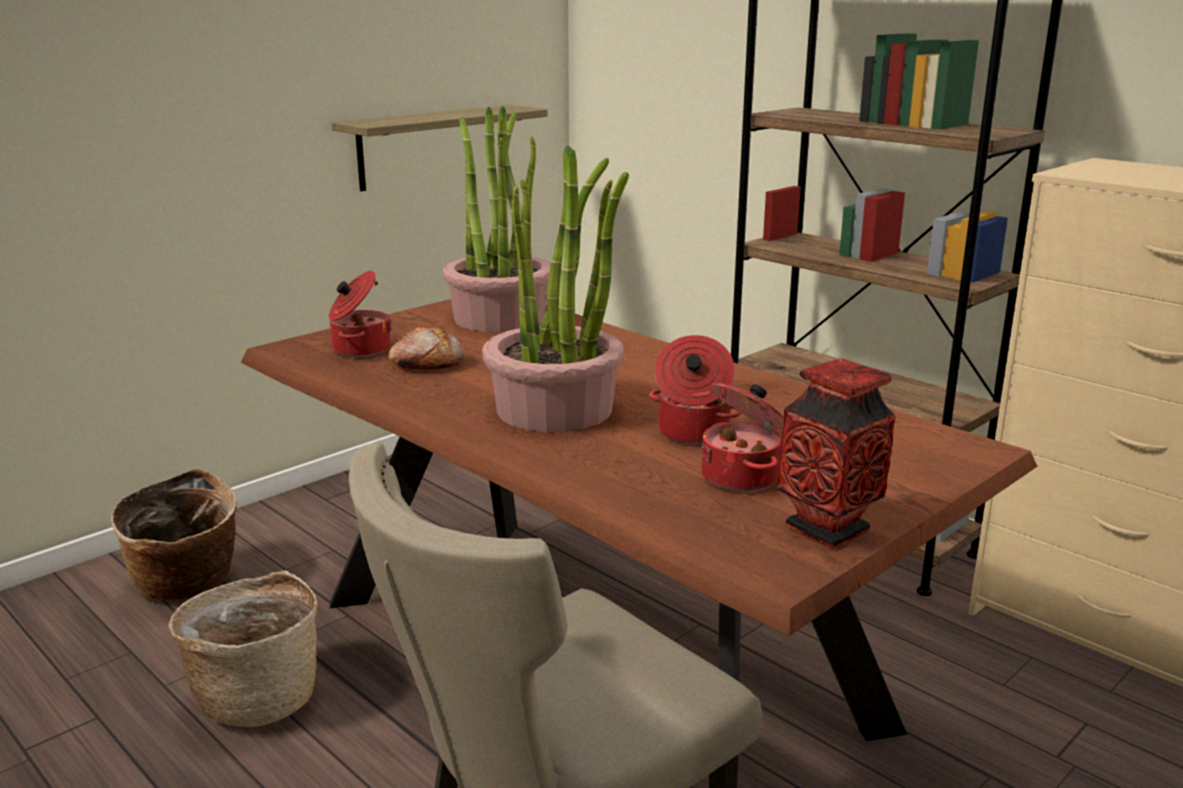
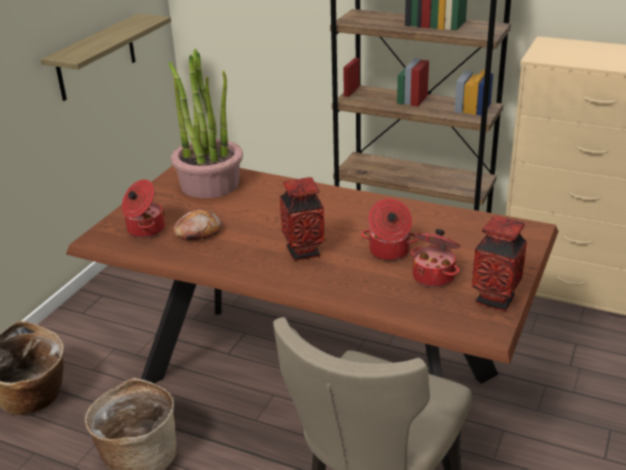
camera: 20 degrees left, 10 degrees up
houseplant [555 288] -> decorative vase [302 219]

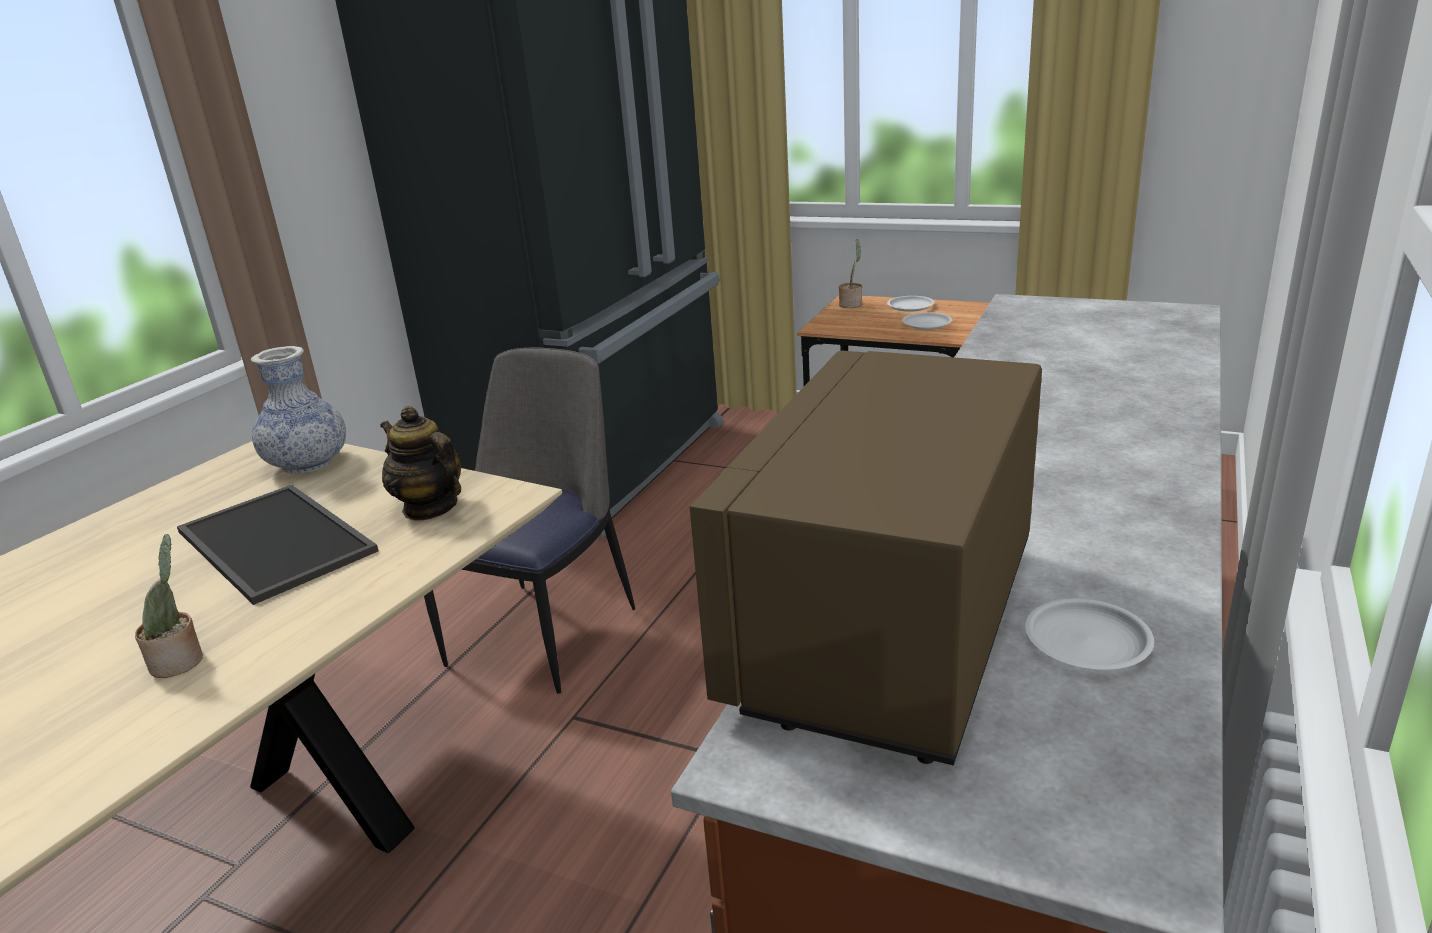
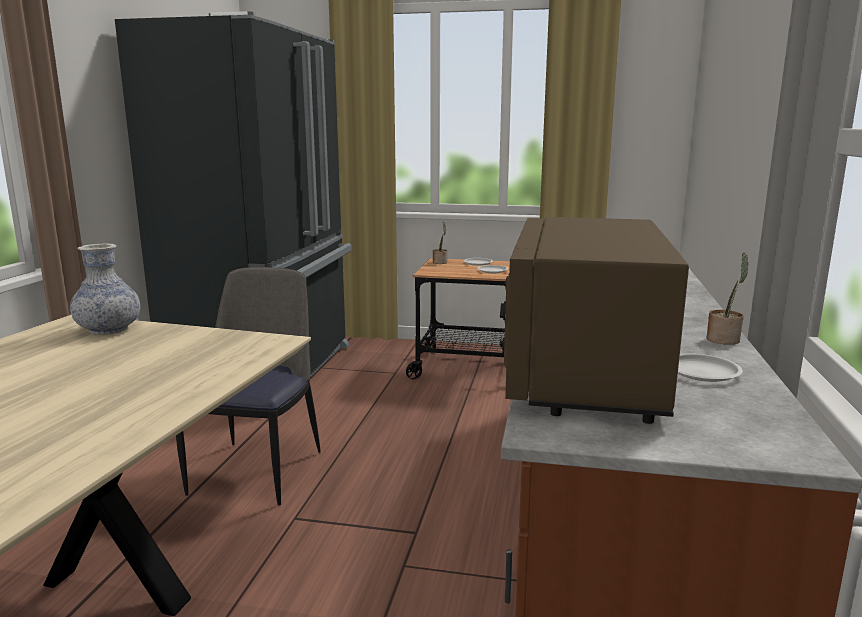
camera: 15 degrees left, 10 degrees down
tea pot [420 463] -> none
tray [278 545] -> none
houseplant [169 606] -> houseplant [727 298], shifted

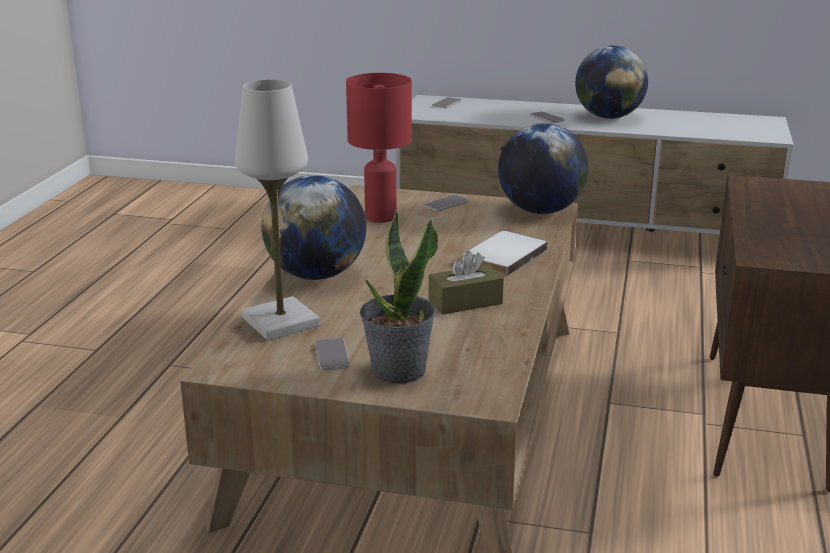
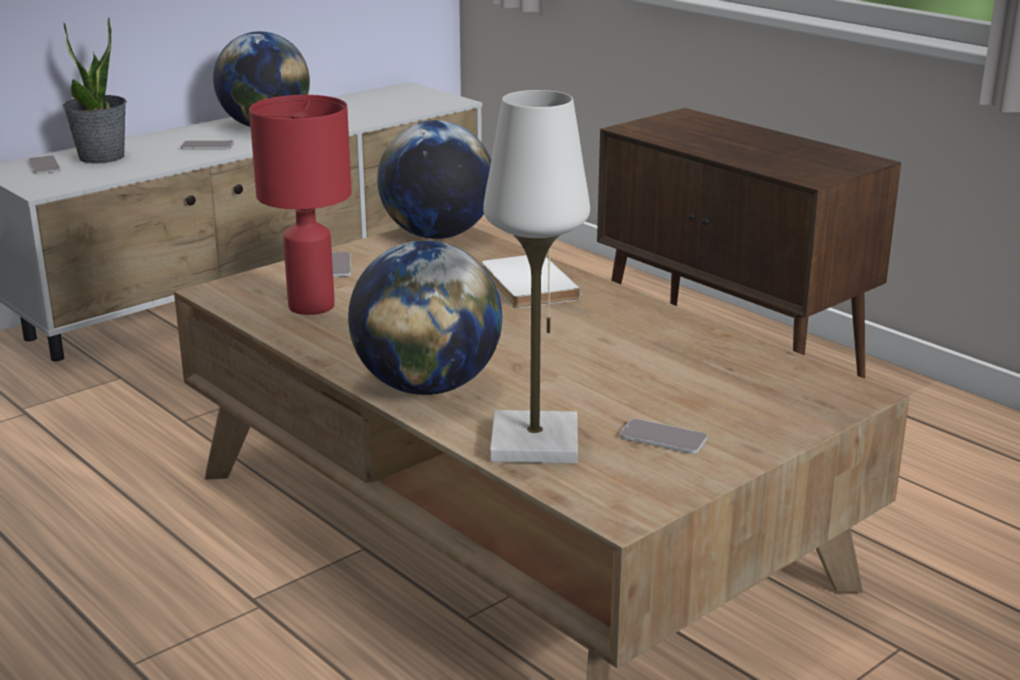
camera: 55 degrees left, 0 degrees up
houseplant [399 296] -> houseplant [95 90], shifted
brown-coloured tissue box [466 283] -> none

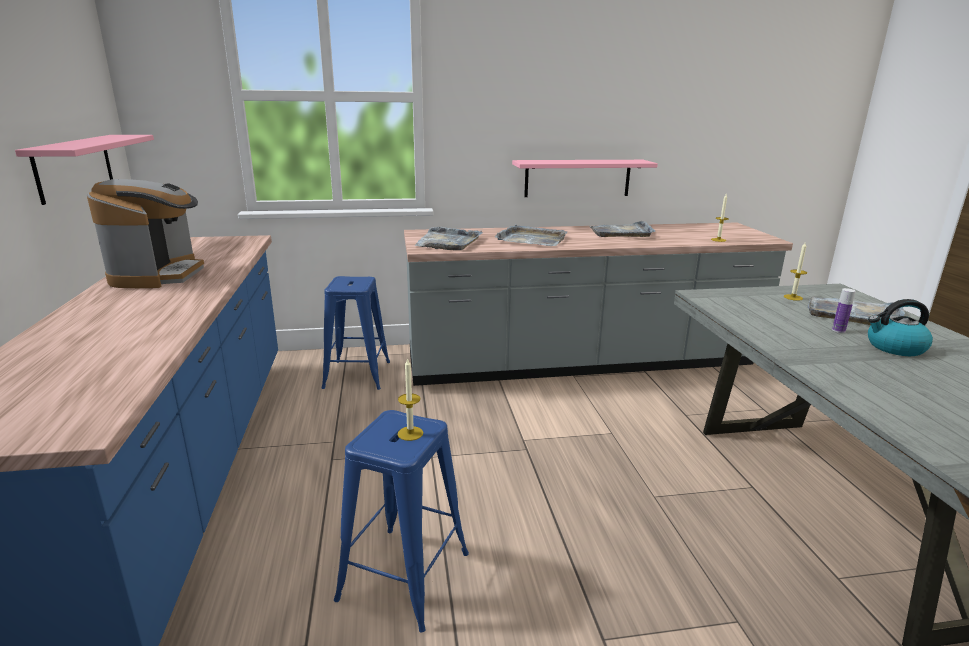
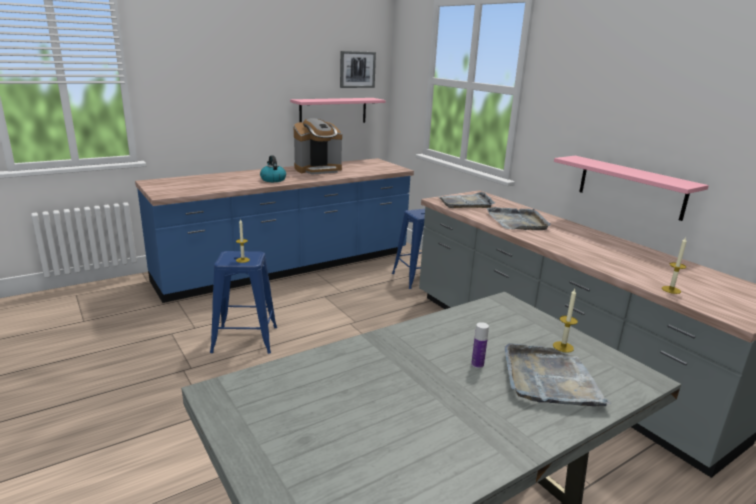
camera: 65 degrees right, 0 degrees up
gray tray [622 229] -> none
kettle [900 327] -> kettle [273 168], shifted
none -> picture [358 69]

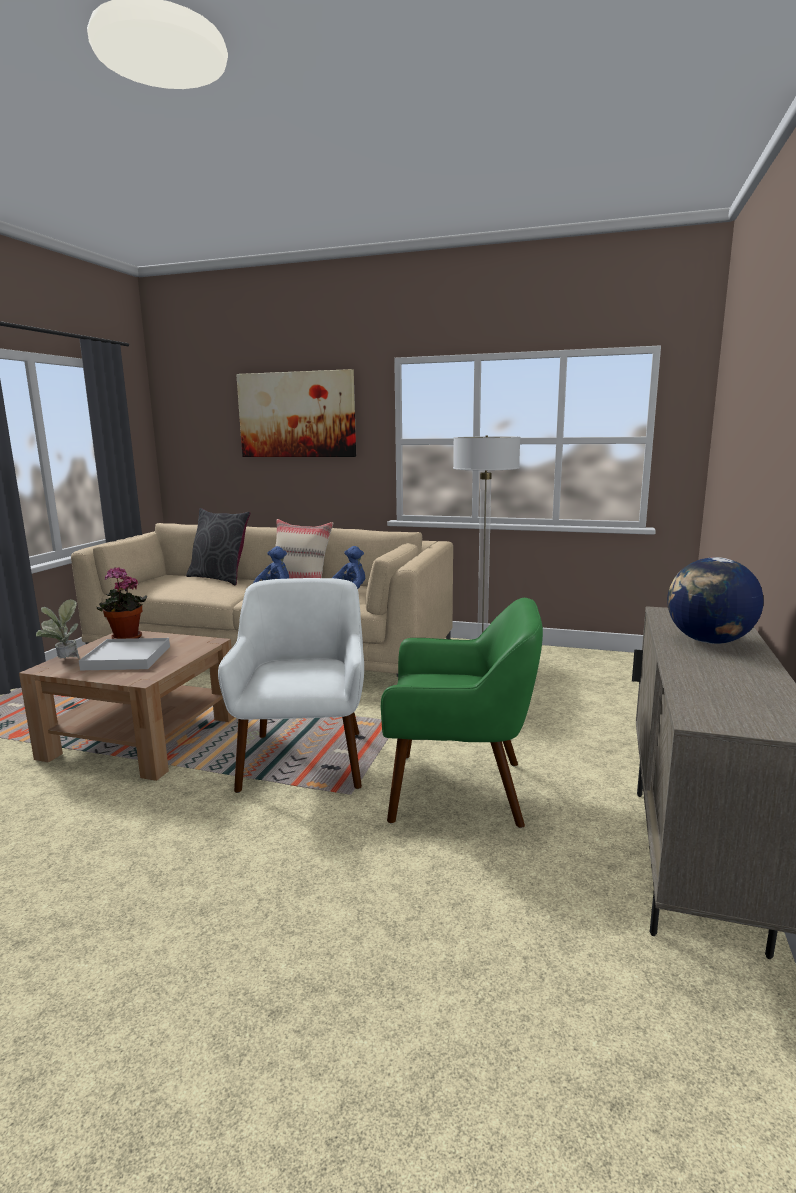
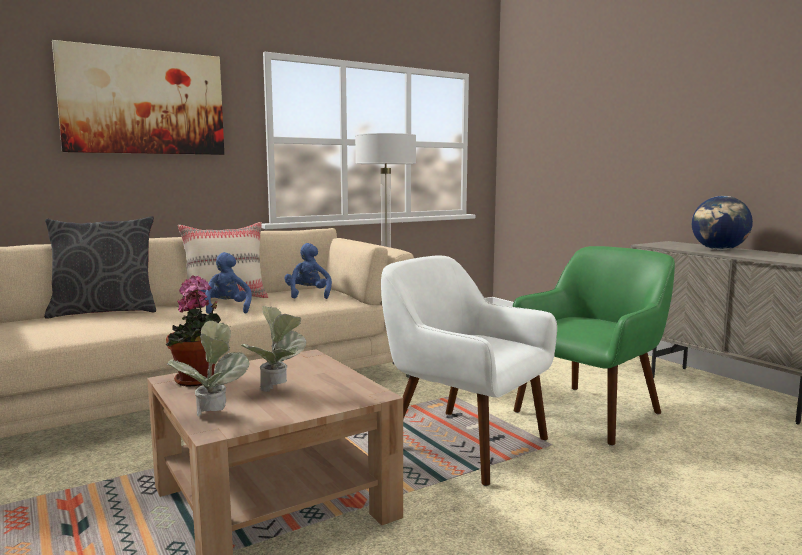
camera: 50 degrees left, 5 degrees down
white-coloured tray [124 654] -> houseplant [274 349]

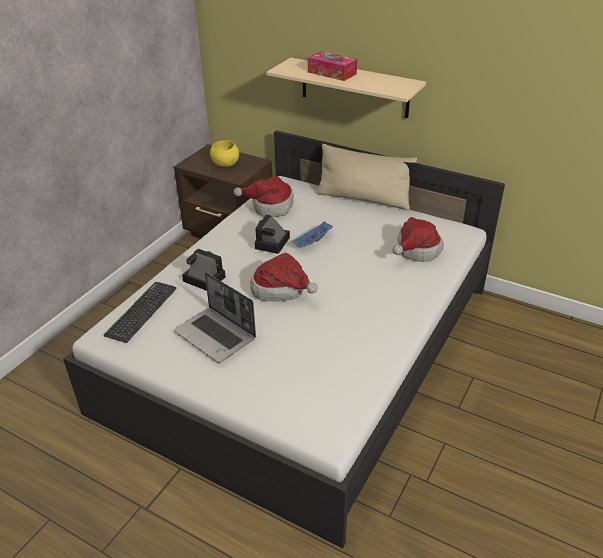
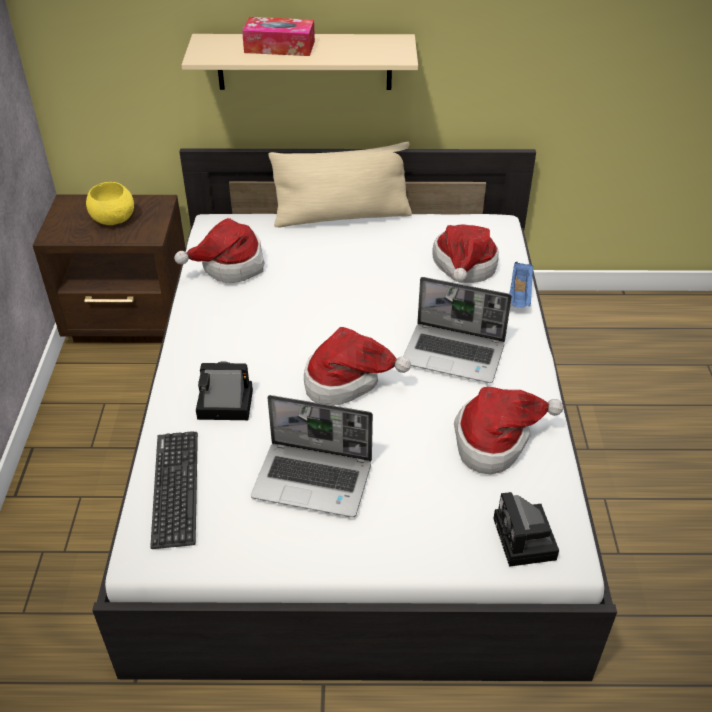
camera: 30 degrees left, 5 degrees up
photo camera [272 234] -> photo camera [526 529], shifted
bluish tray [312 234] -> bluish tray [521 284], shifted
none -> laptop [457 330]
none -> hat [508 430]

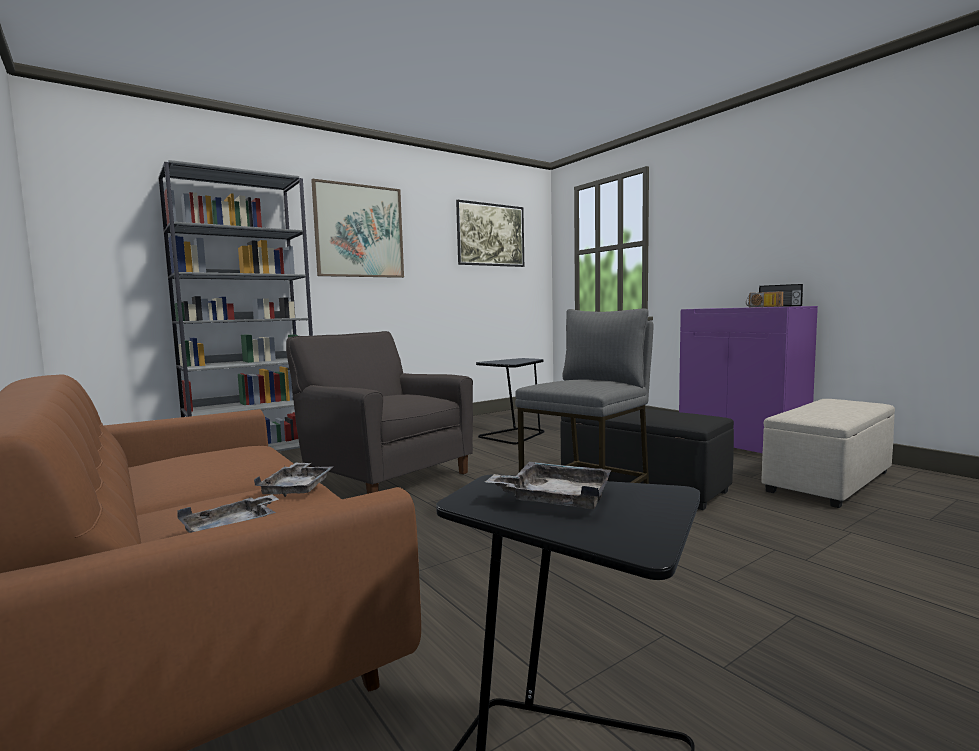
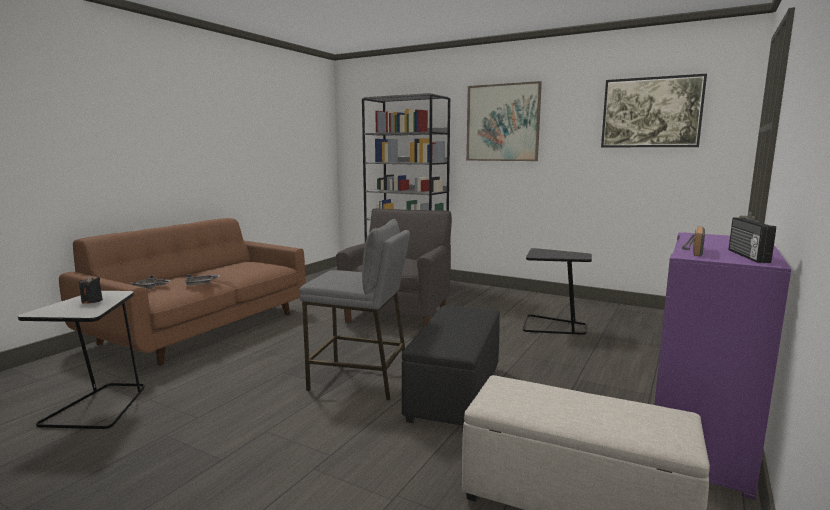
camera: 65 degrees right, 5 degrees up
gray tray [548 485] -> blackish wax candle [91 289]

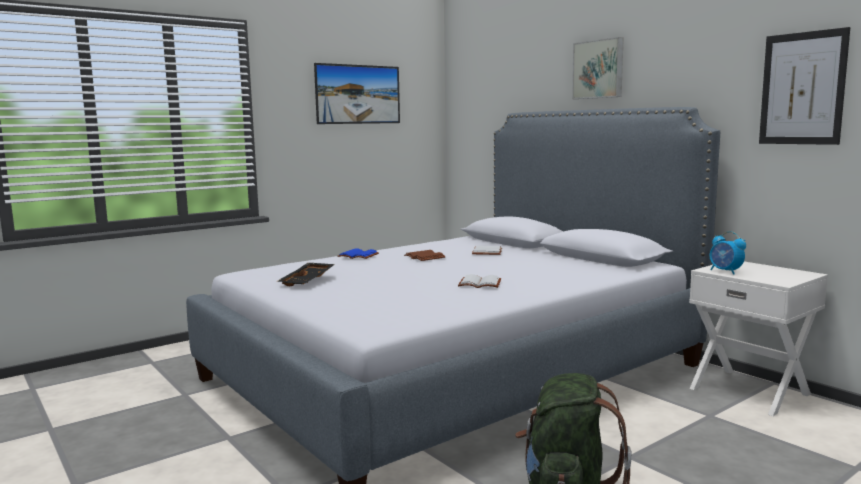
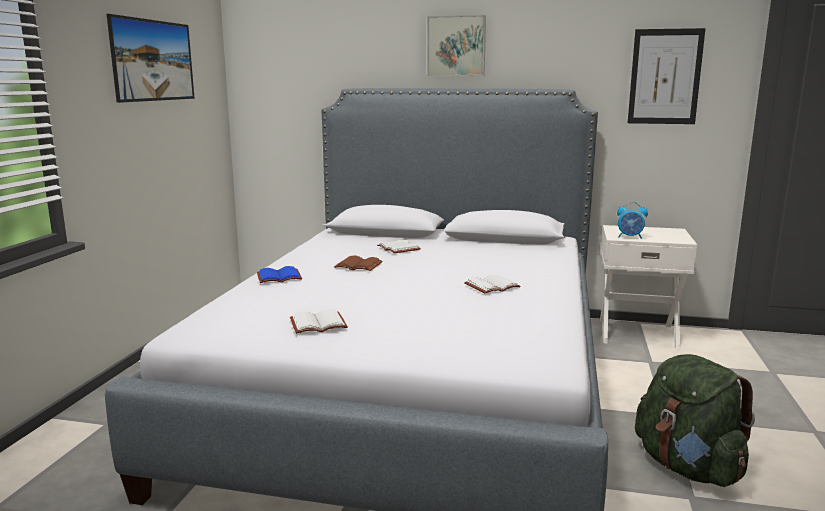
camera: 40 degrees left, 5 degrees up
blackish tray [306 274] -> white-coloured book [319 321]

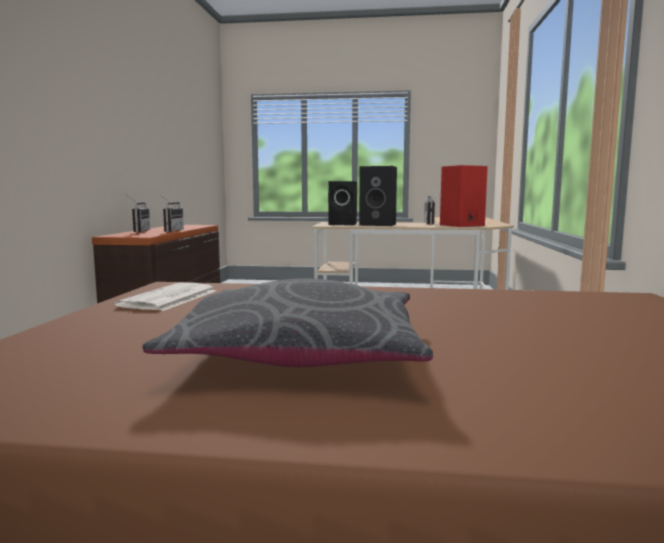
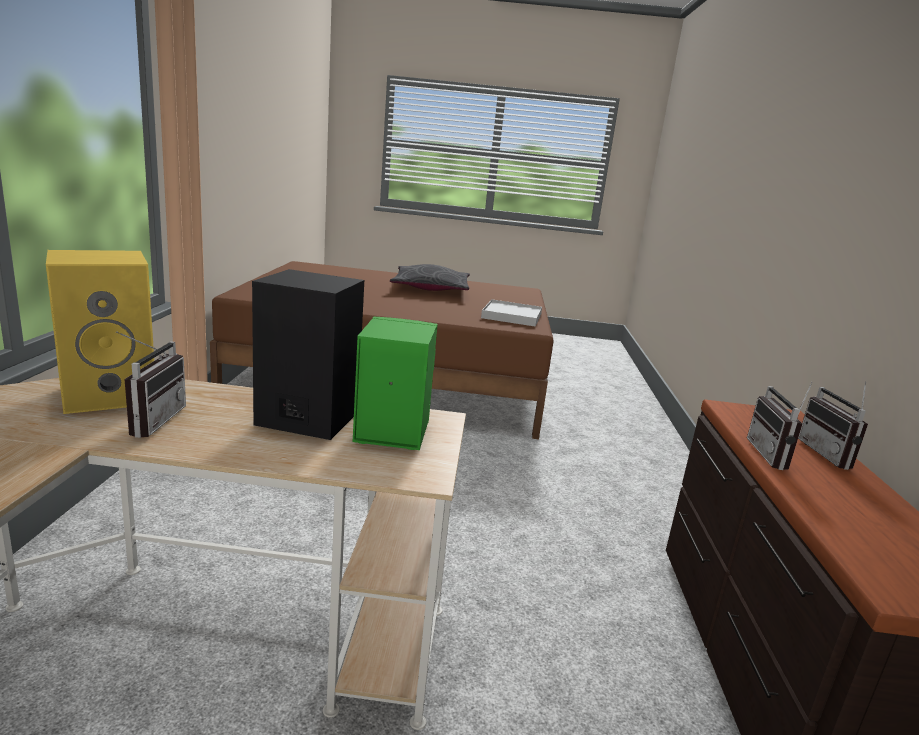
camera: 175 degrees right, 10 degrees up
red audio speaker [464 196] -> yellowish audio speaker [100 332]
blackish audio speaker [342 203] -> green-coloured audio speaker [395 383]
newspaper [165 297] -> white-coloured tray [511 312]

